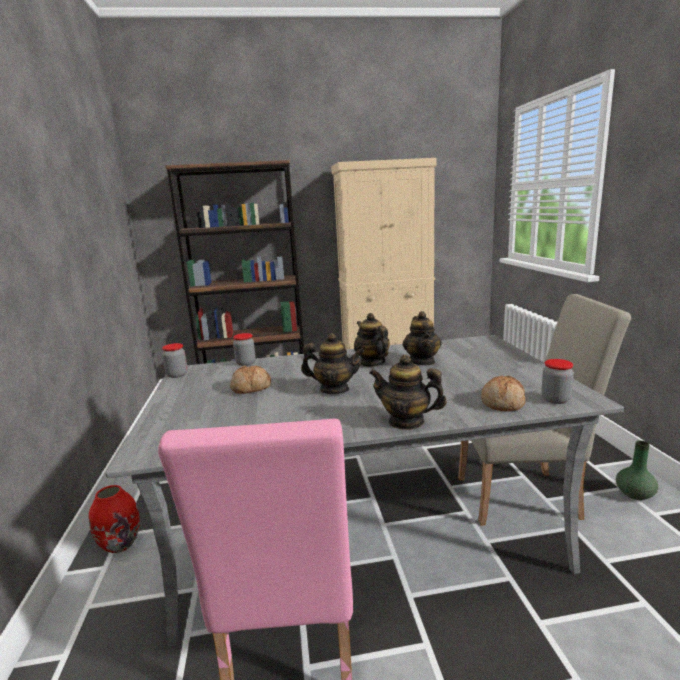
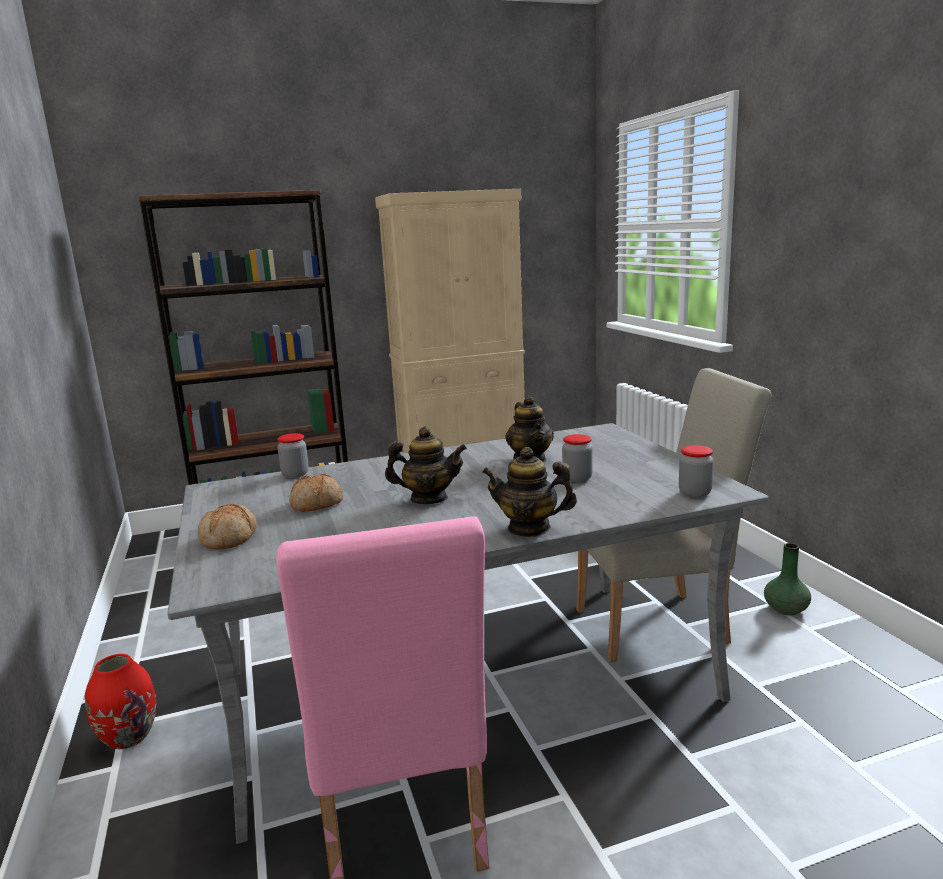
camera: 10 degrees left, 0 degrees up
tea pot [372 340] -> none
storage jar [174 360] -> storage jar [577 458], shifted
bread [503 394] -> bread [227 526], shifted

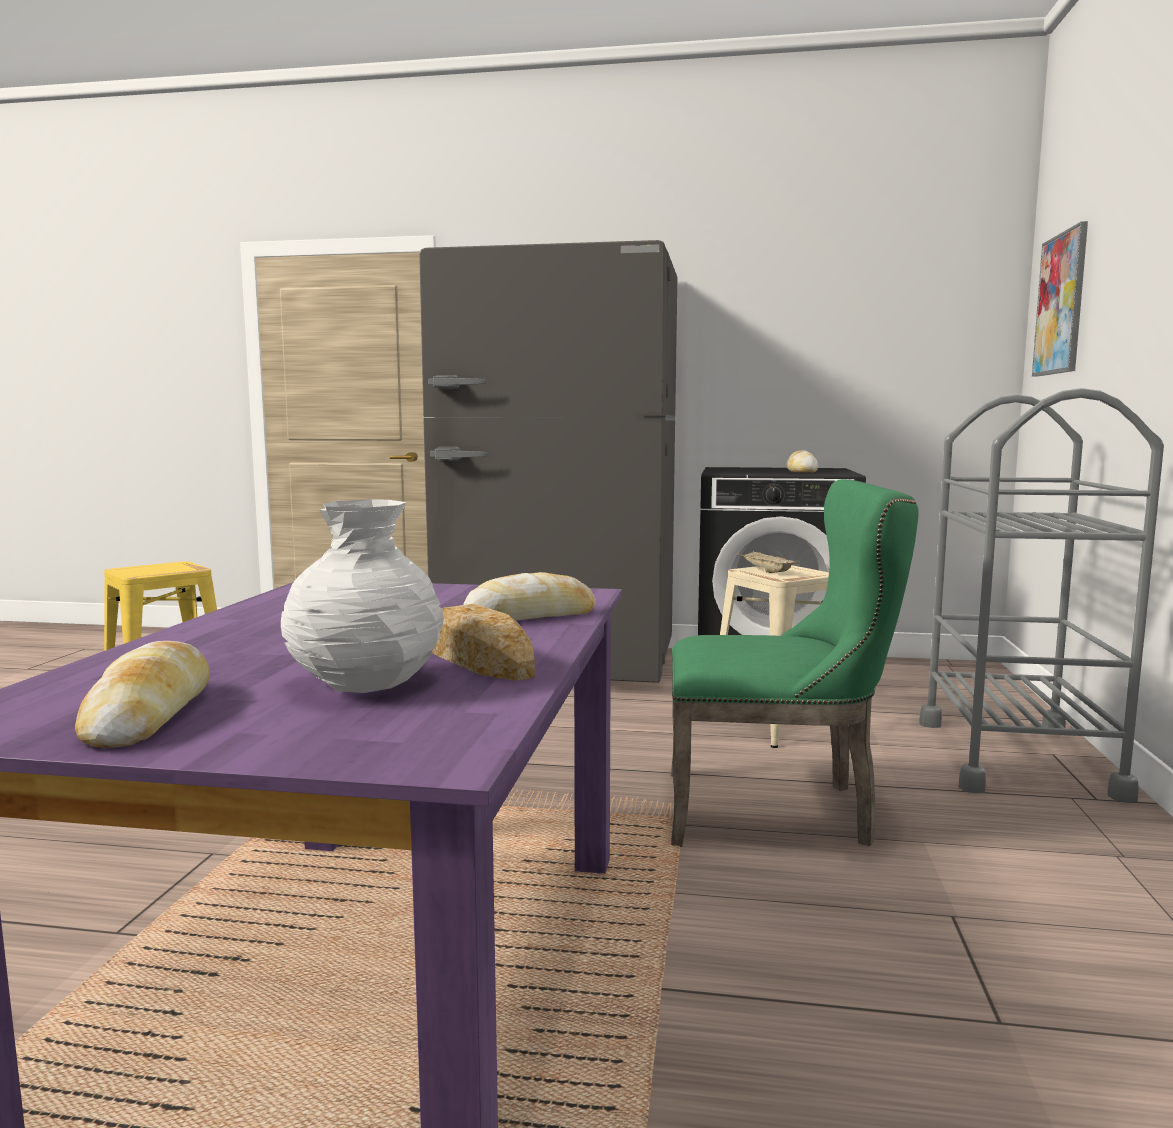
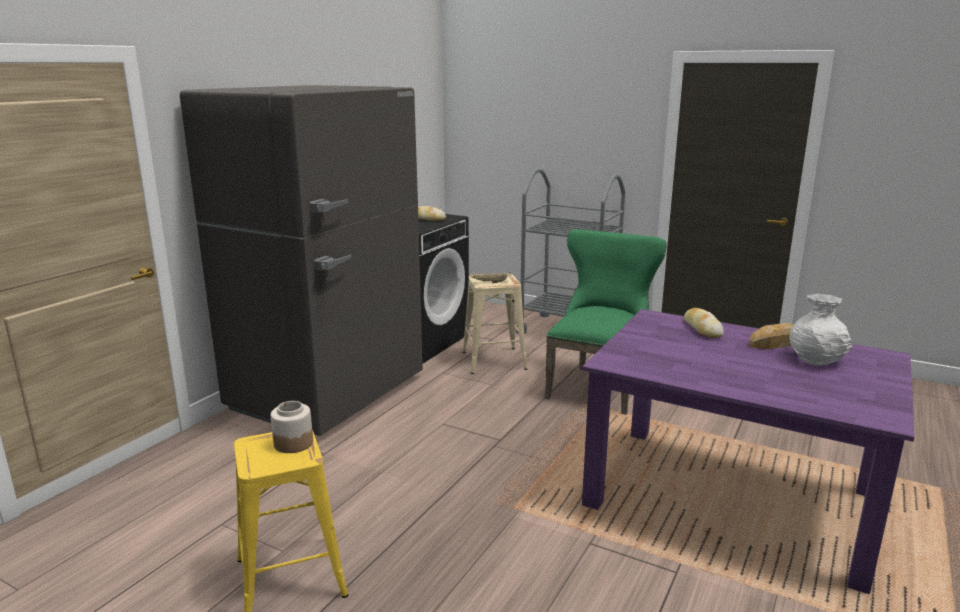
camera: 70 degrees left, 10 degrees up
picture [1060 299] -> none
bread [142 694] -> none
none -> storage jar [292 427]

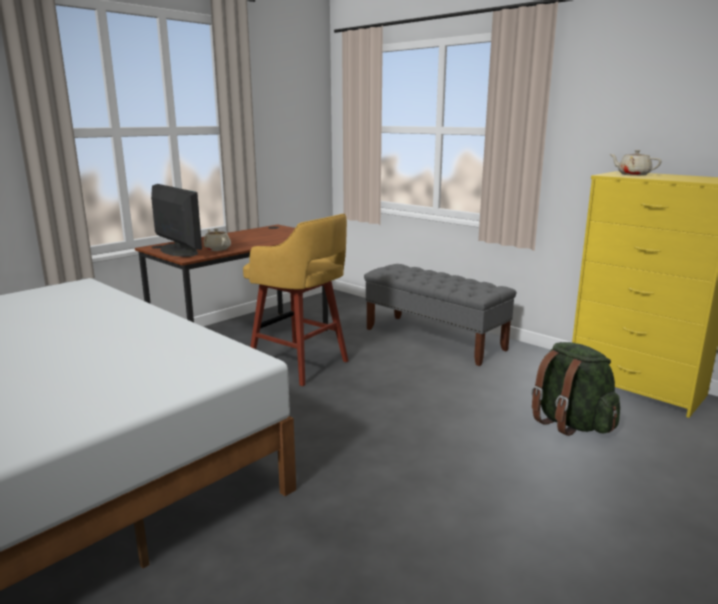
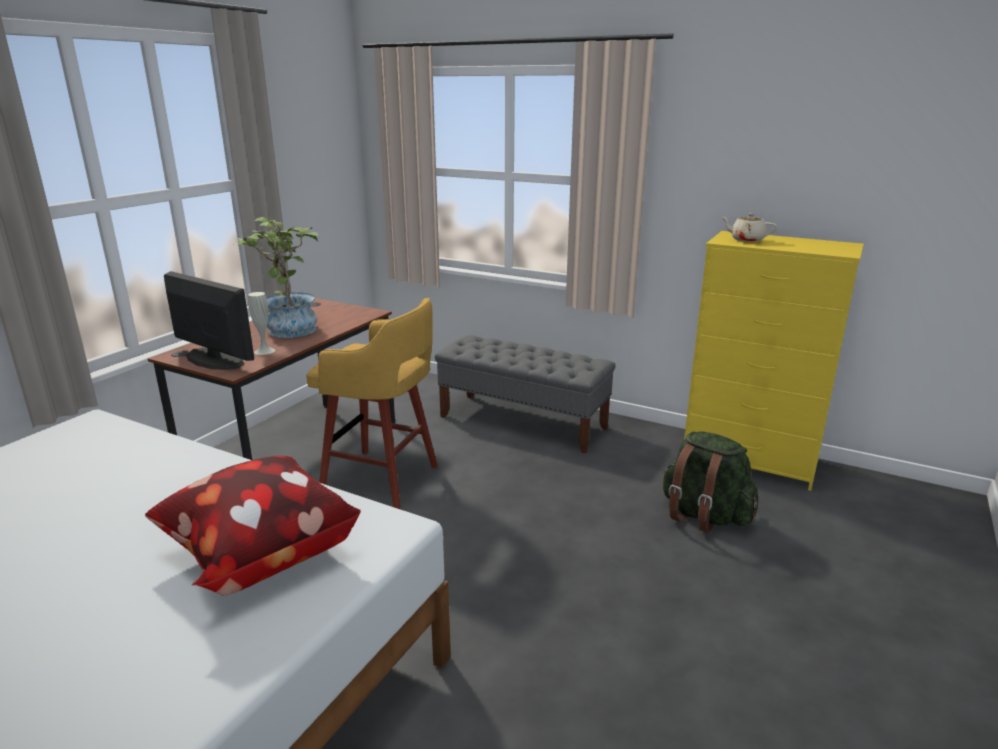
camera: 15 degrees left, 5 degrees up
sand-coloured tea pot [217 239] -> white-coloured decorative vase [261 323]
none -> houseplant [275 277]
none -> cushion [253 526]

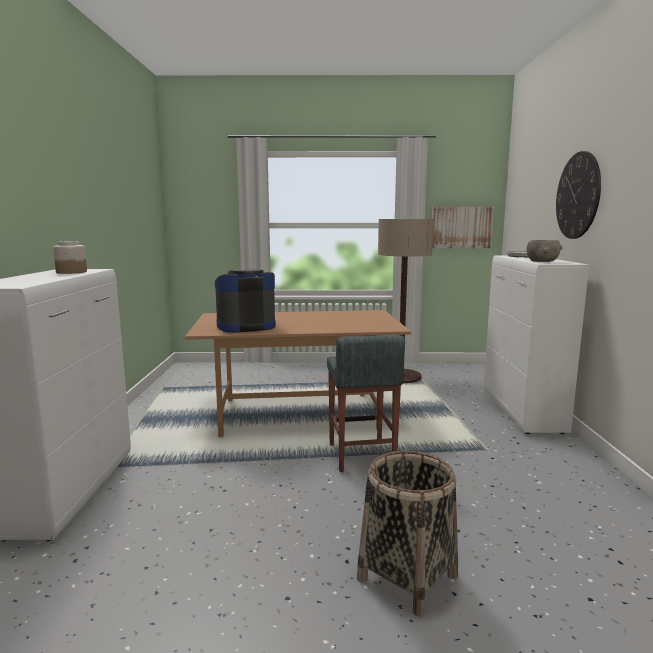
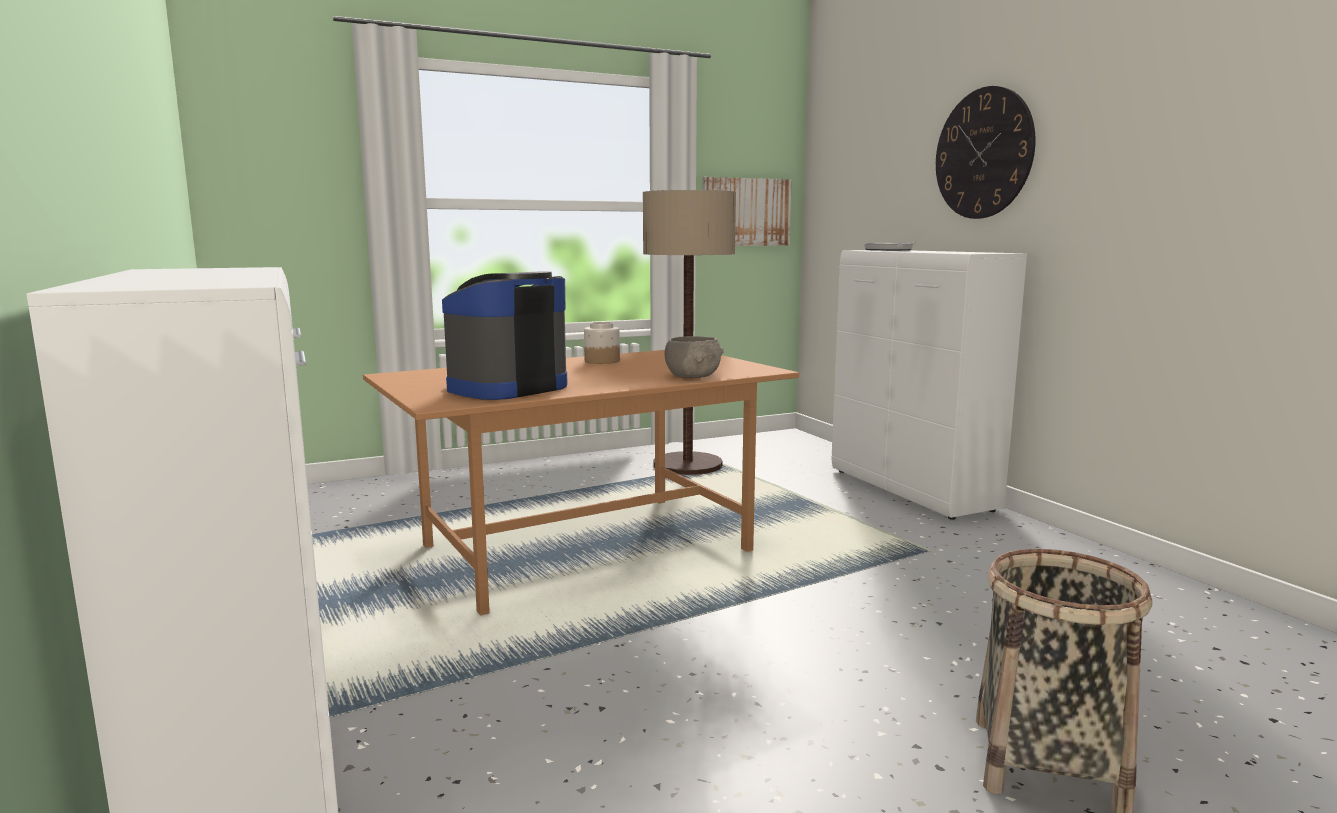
camera: 25 degrees left, 0 degrees up
gray serving bowl [544 251] -> gray serving bowl [694 357], shifted
storage jar [70 257] -> storage jar [602 343], shifted
gray sitting stool [366 403] -> none

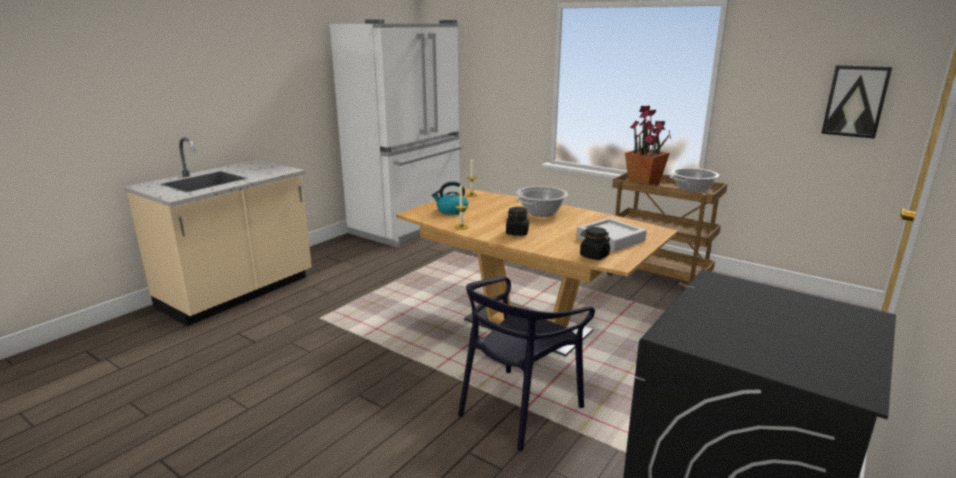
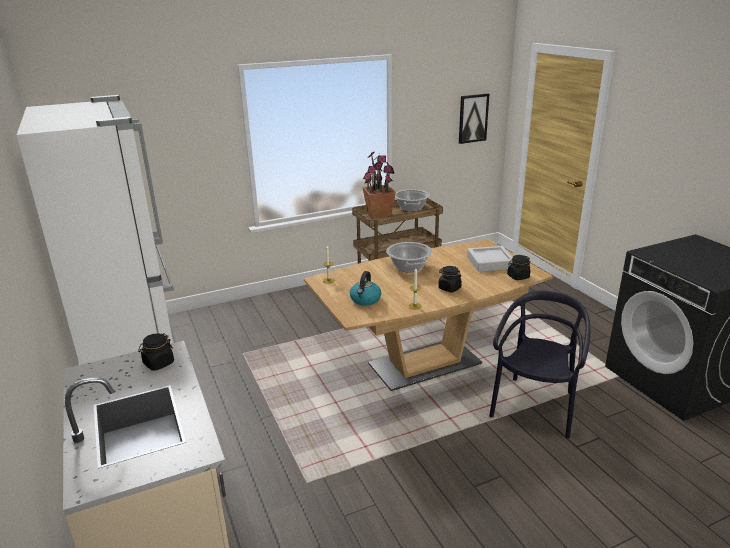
camera: 60 degrees left, 5 degrees up
blackish upright chair [526 364] -> blackish upright chair [540 364], 135 degrees counterclockwise
none -> blackish storage jar [156 352]

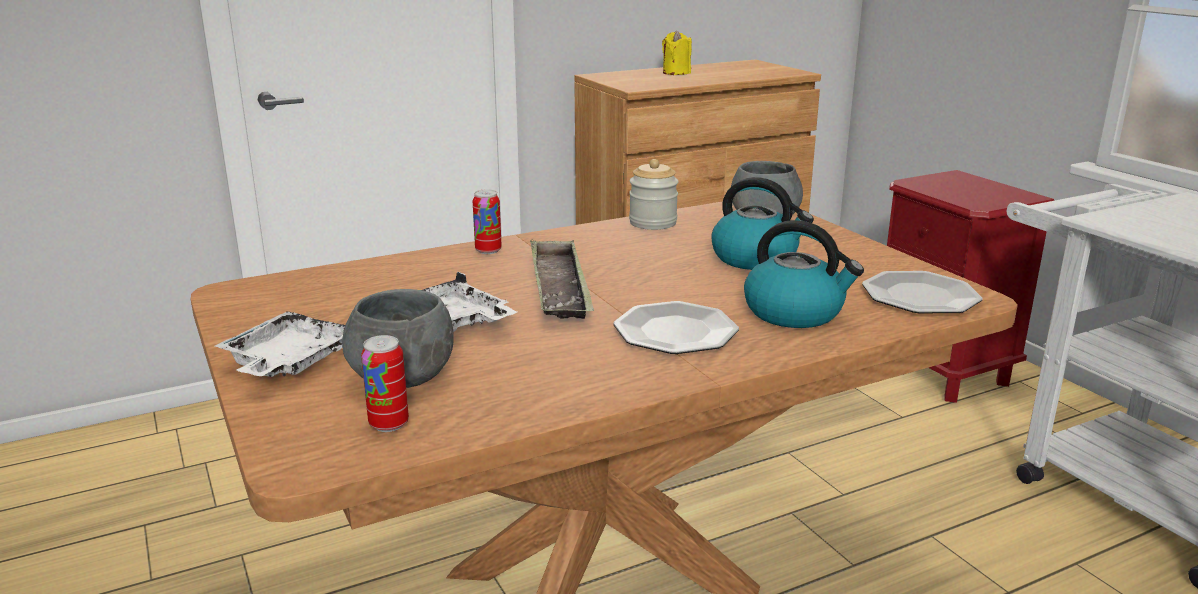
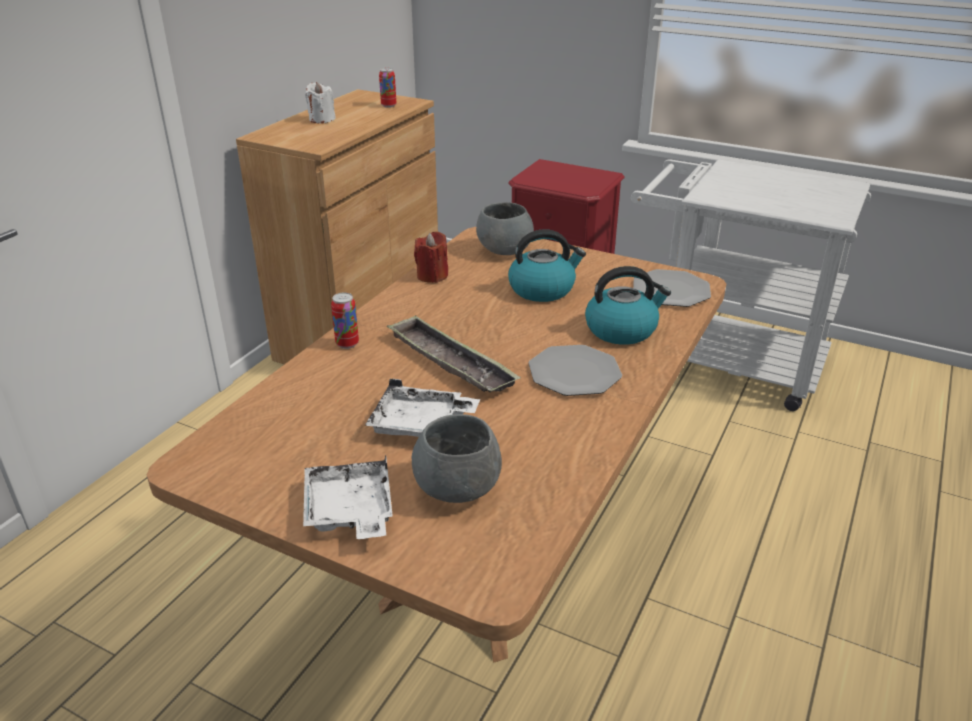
camera: 35 degrees left, 10 degrees up
yellowish wax candle [677 53] -> white-coloured wax candle [320 102]
storage jar [654 194] -> red wax candle [431 257]
sealed can [385 383] -> sealed can [387 88], shifted

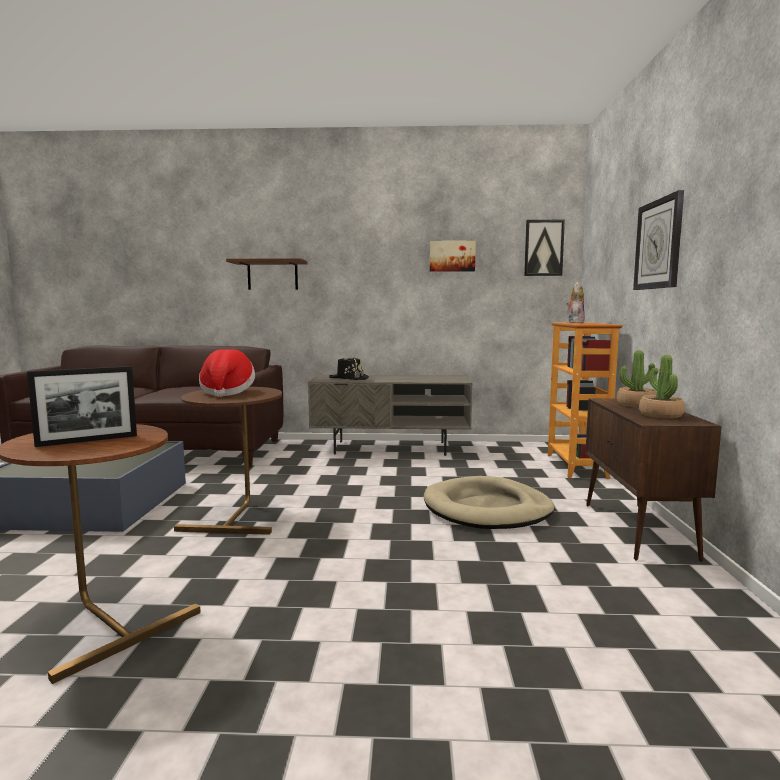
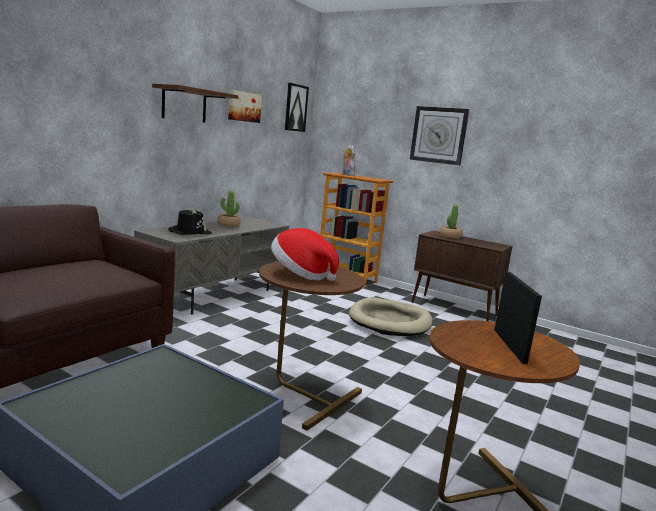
camera: 60 degrees left, 5 degrees up
bracket shelf [267 274] -> bracket shelf [195 103], shifted
houseplant [662 387] -> houseplant [229 208], shifted

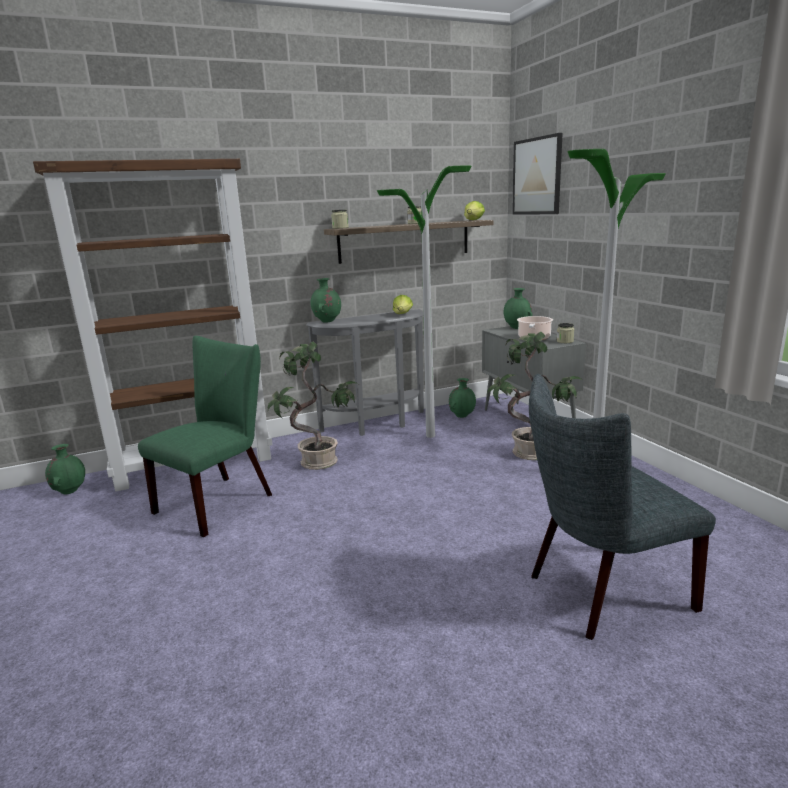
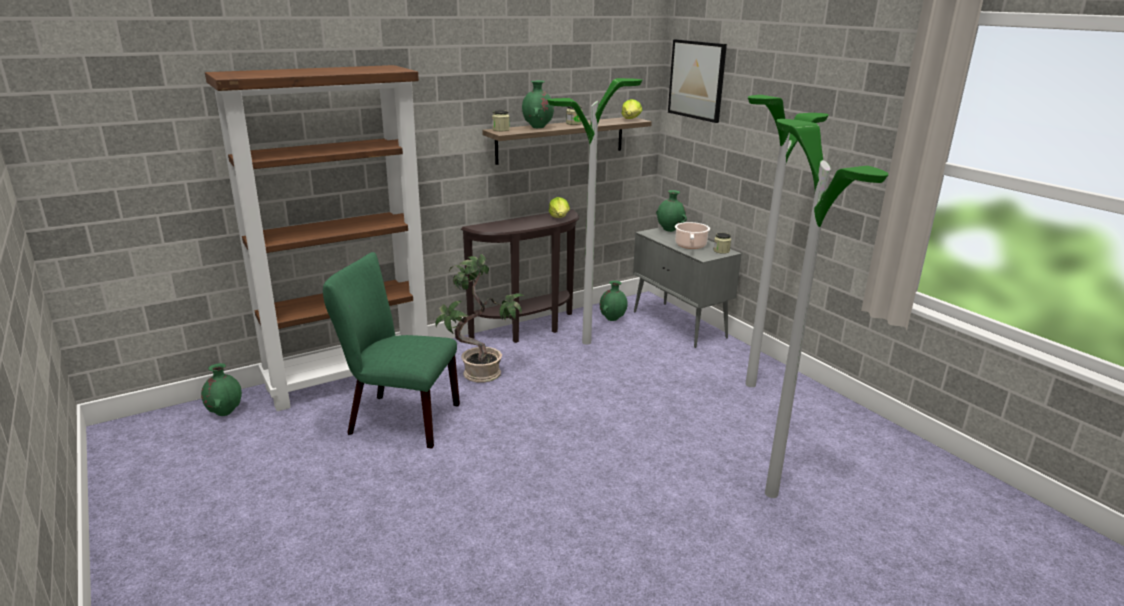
camera: 10 degrees left, 5 degrees up
green-coloured decorative vase [325 300] -> green-coloured decorative vase [538 104], shifted
gray console table [365 372] -> brown-coloured console table [520 276]
houseplant [535 396] -> none
green-coloured upright chair [205 436] -> green-coloured upright chair [391 350], 105 degrees counterclockwise
gray upright chair [622 507] -> standard lamp [827 308]

